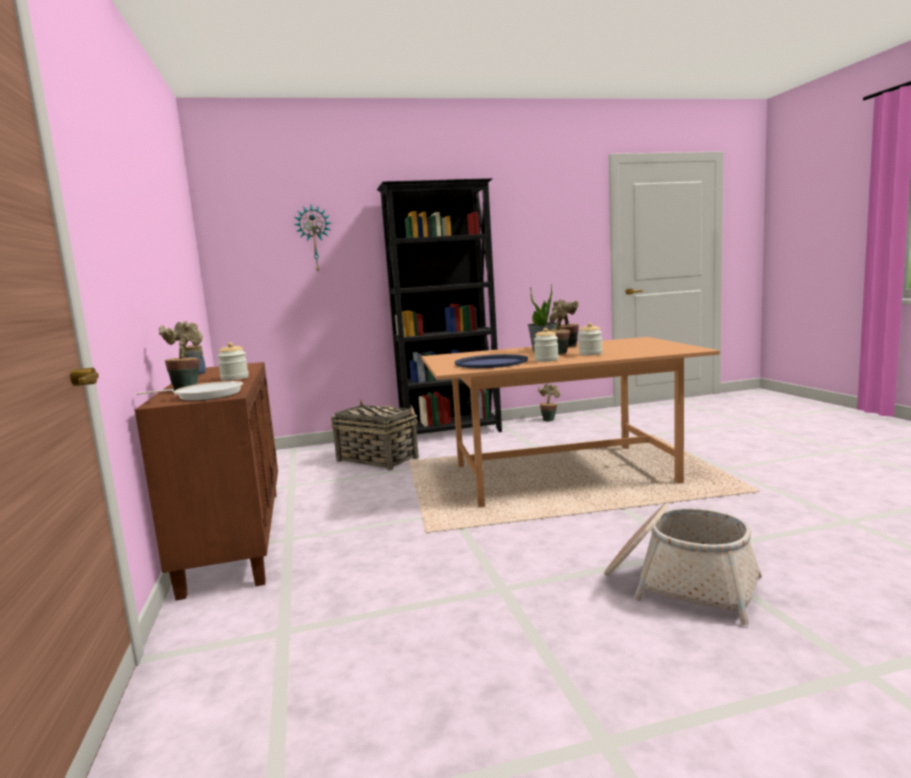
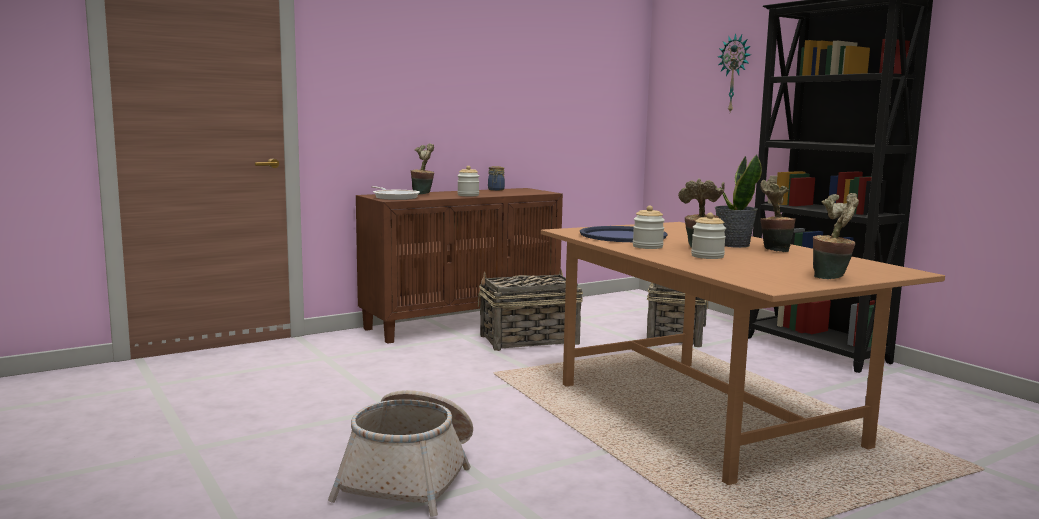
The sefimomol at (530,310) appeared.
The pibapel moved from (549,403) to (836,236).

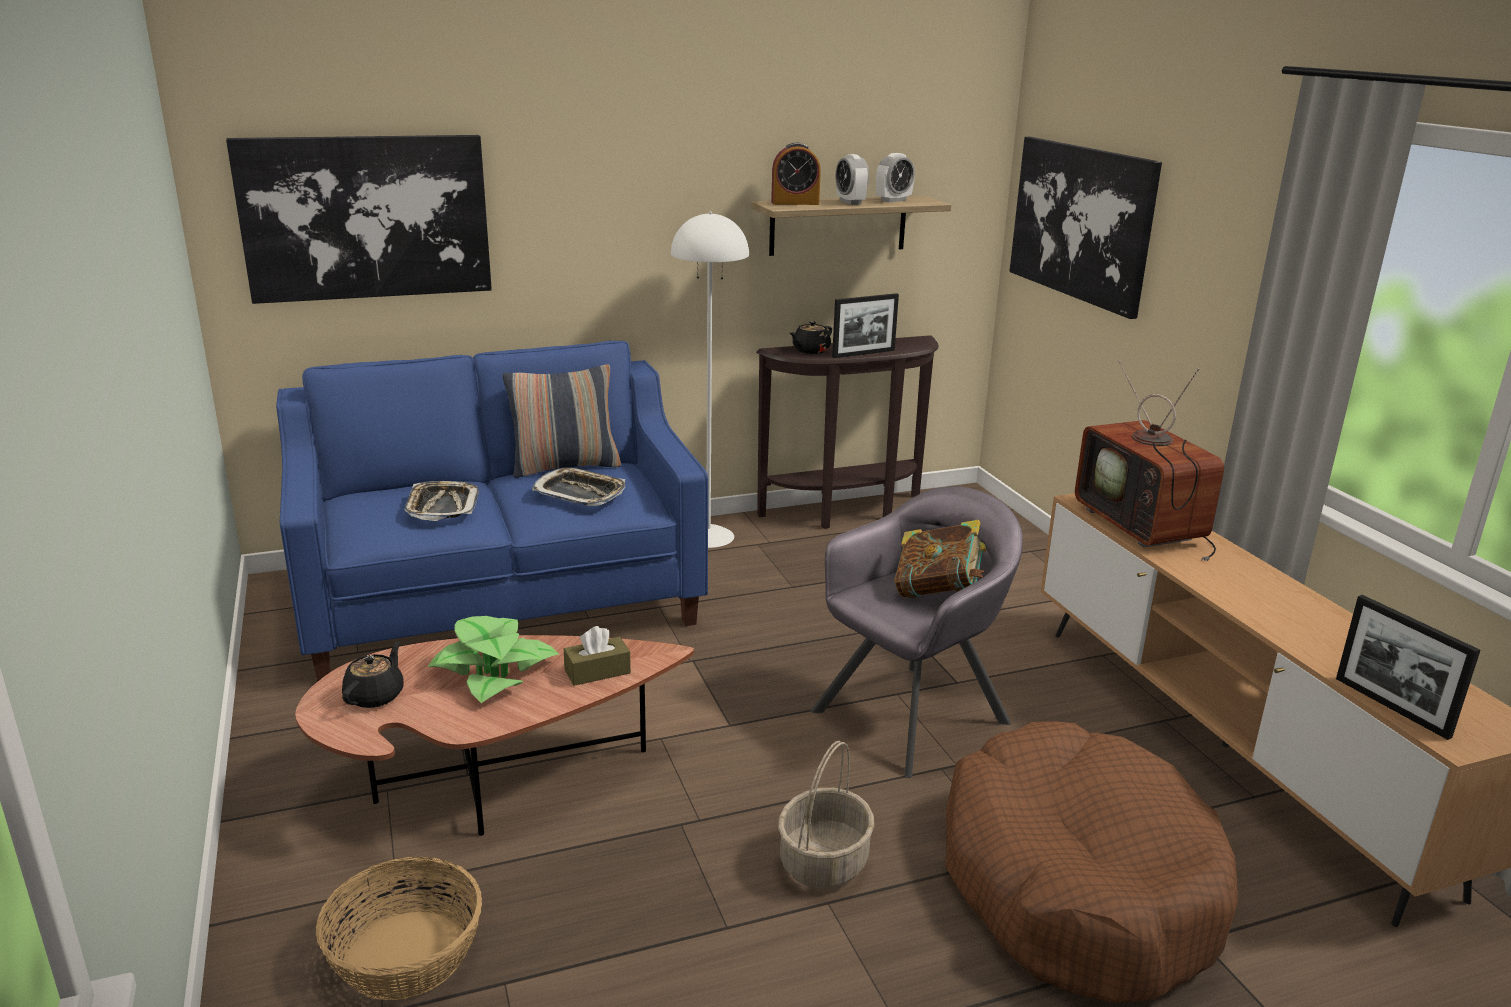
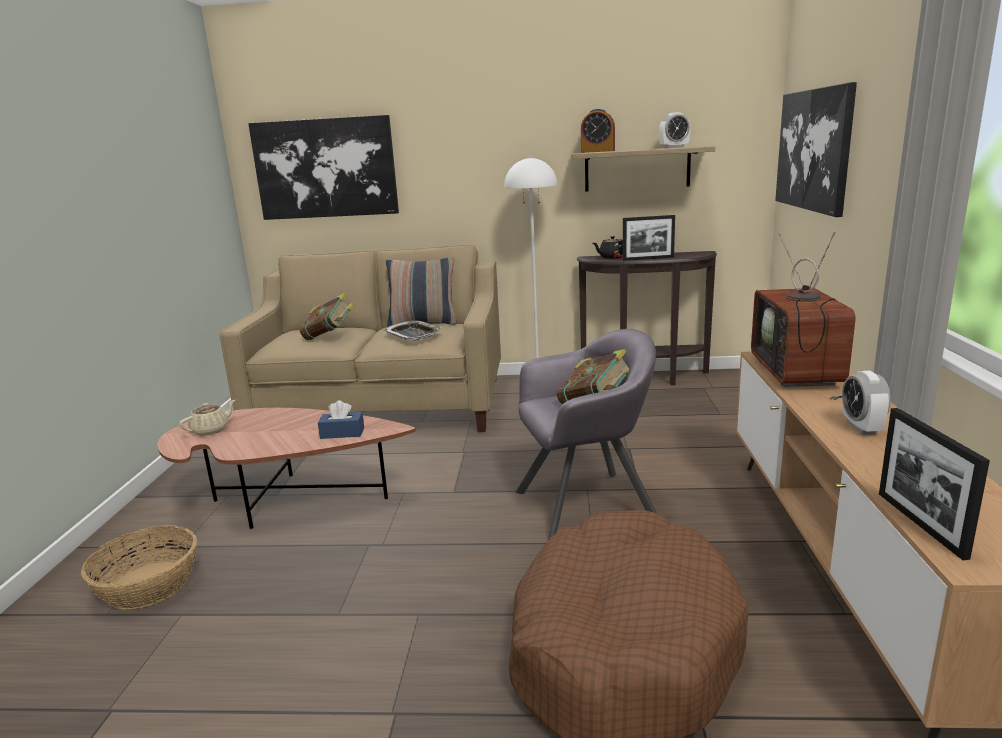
The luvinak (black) at (373,674) became the luvinak (beige) at (207,418).
The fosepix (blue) at (492,511) became the fosepix (beige) at (360,338).
The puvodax at (441,501) was replaced by the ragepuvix at (326,316).
The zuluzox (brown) at (597,656) became the zuluzox (blue) at (341,419).
The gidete moved from (852,179) to (866,403).
The pibapel at (493,659) disappeared.
The sefimomol at (826,814) disappeared.

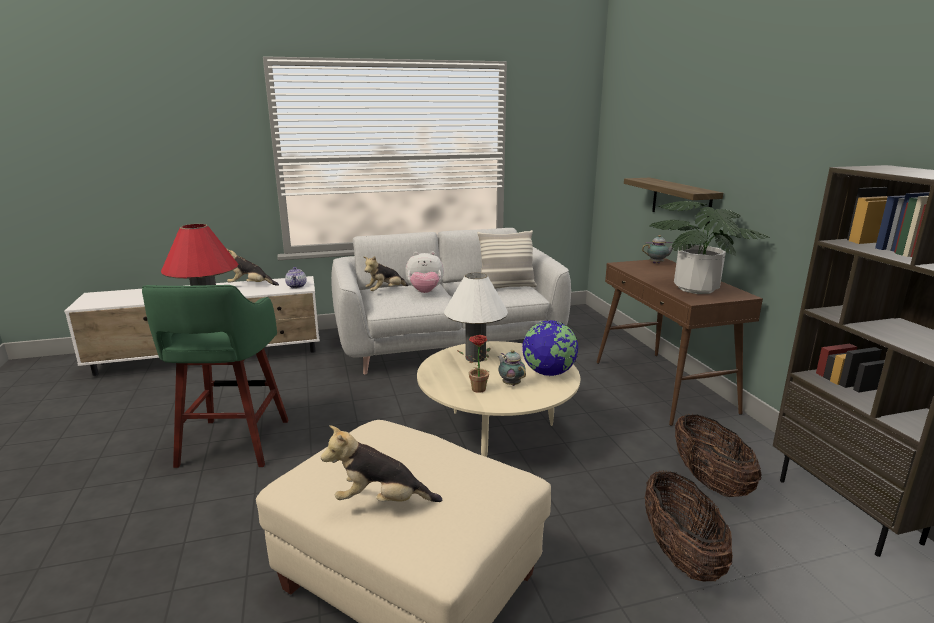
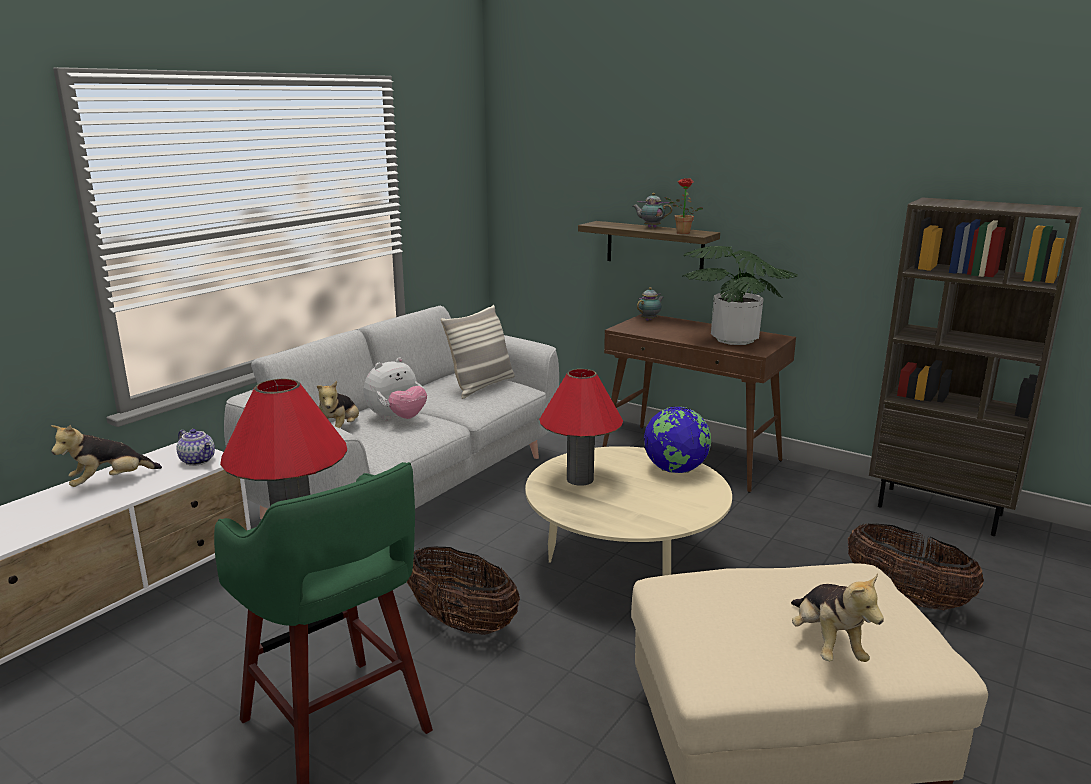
The sefimomol moved from (718,455) to (463,590).
The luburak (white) at (476,317) became the luburak (red) at (581,427).
The luvinak moved from (512,368) to (652,210).
The pibapel moved from (474,364) to (684,206).
The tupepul at (381,463) turned 60 degrees counterclockwise.

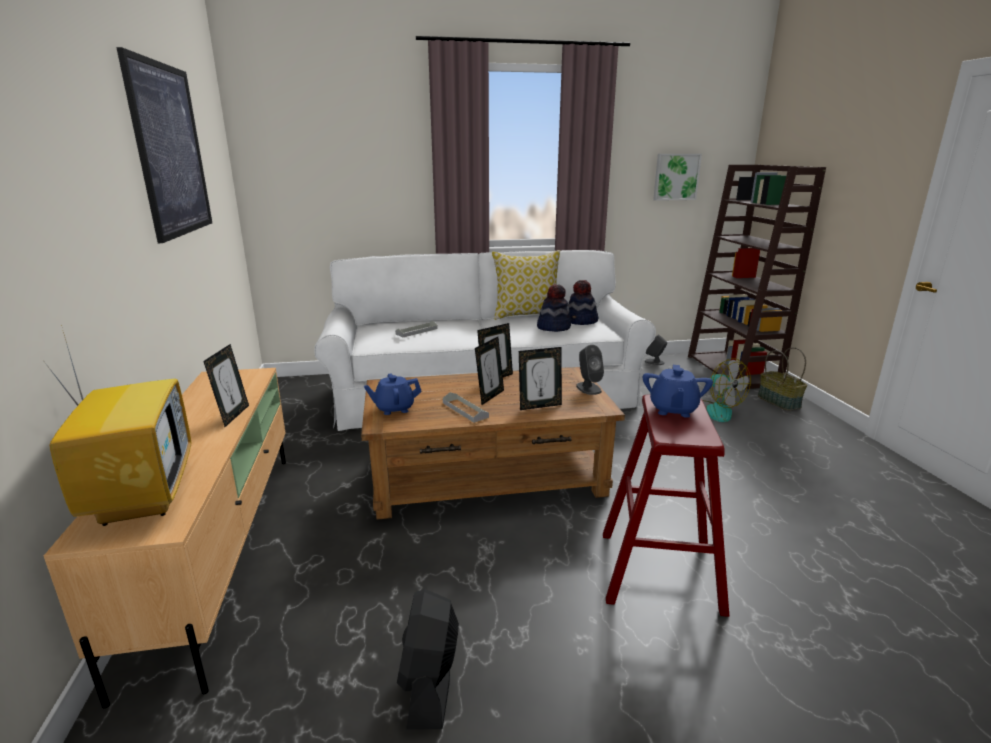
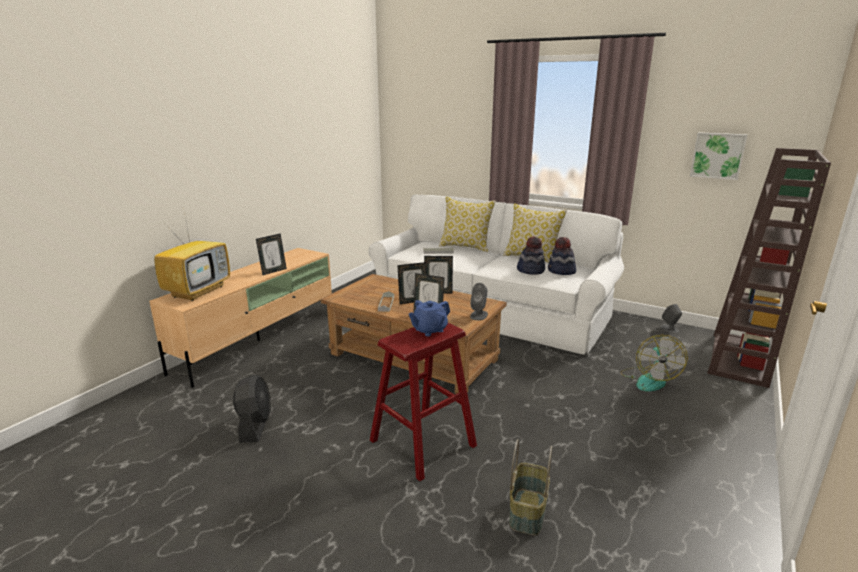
The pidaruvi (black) at (428,659) turned 135 degrees clockwise.
The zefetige at (467,224) appeared.
The sefimomol moved from (782,379) to (530,487).
The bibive at (164,145) disappeared.
The luvinak (blue) at (393,394) disappeared.

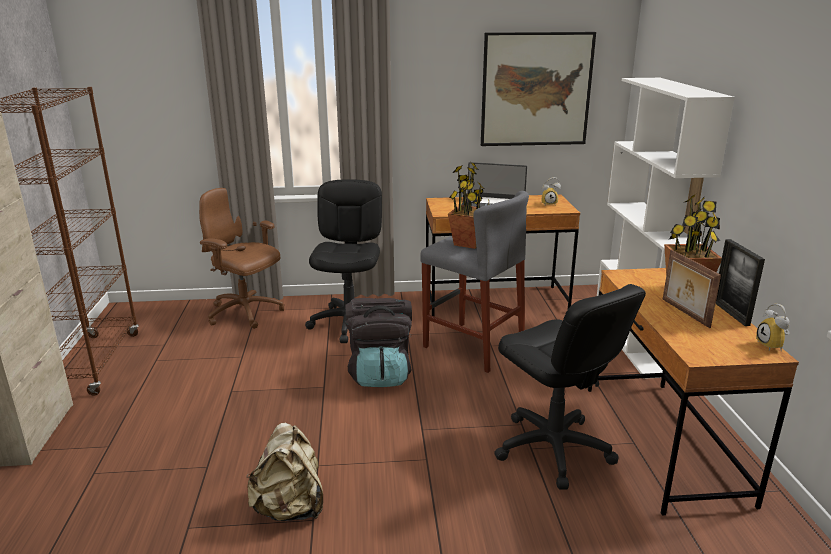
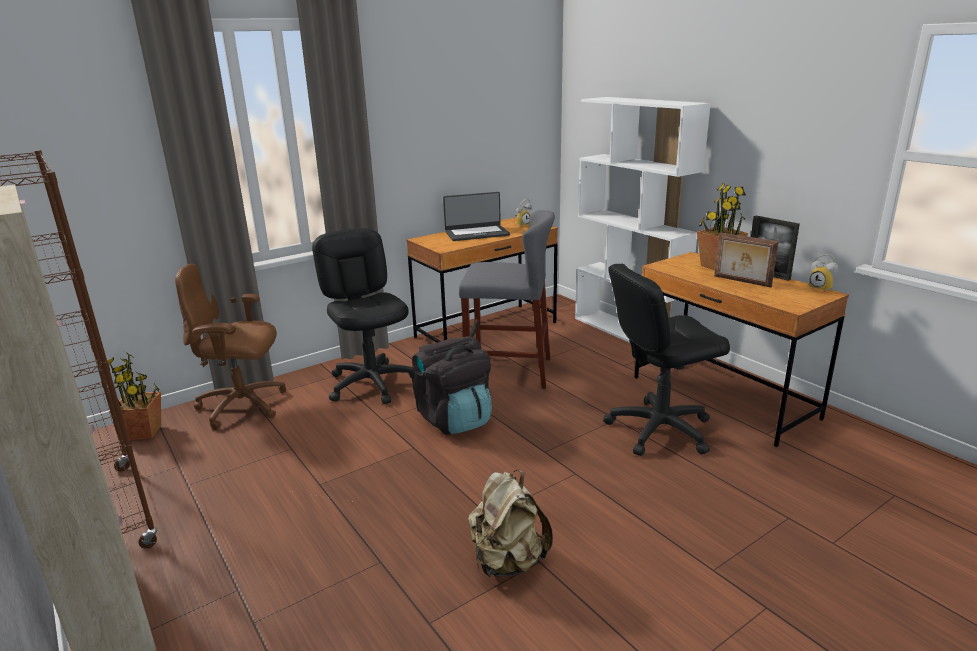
The pibapel moved from (469,205) to (134,396).
The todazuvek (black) at (570,387) turned 135 degrees clockwise.
The bibive at (538,89) disappeared.

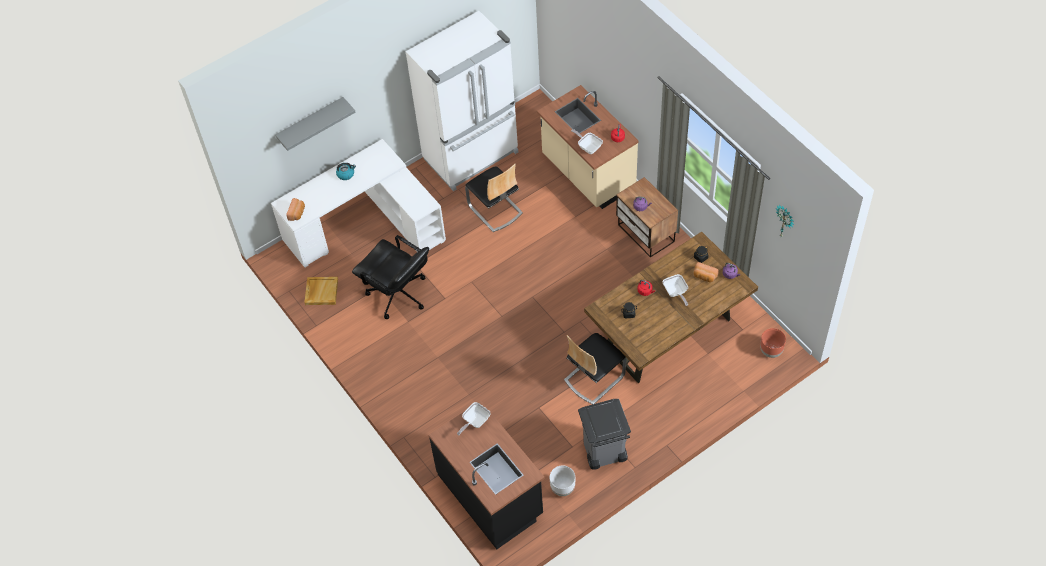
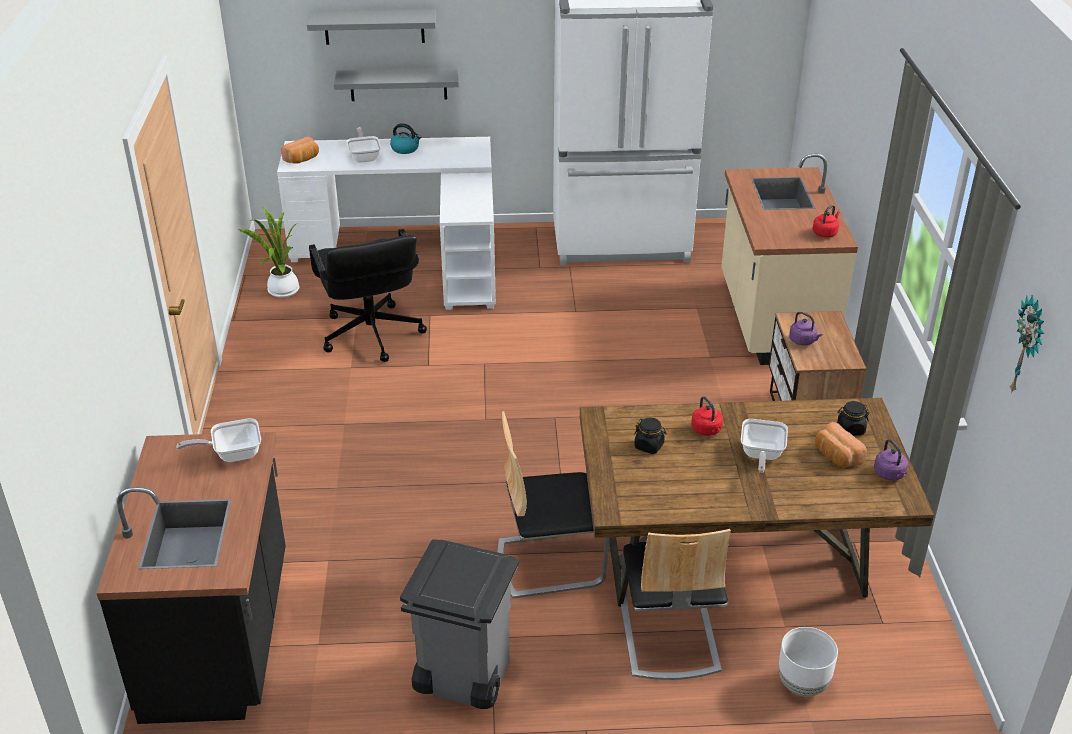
The puvodax (beige) at (321,291) was replaced by the pibapel at (269,252).
The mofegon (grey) at (396,84) appeared.
The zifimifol moved from (587,141) to (364,145).
The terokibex moved from (494,198) to (676,604).
The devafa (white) moved from (562,481) to (808,662).
The devafa (brown) at (773,343) disappeared.

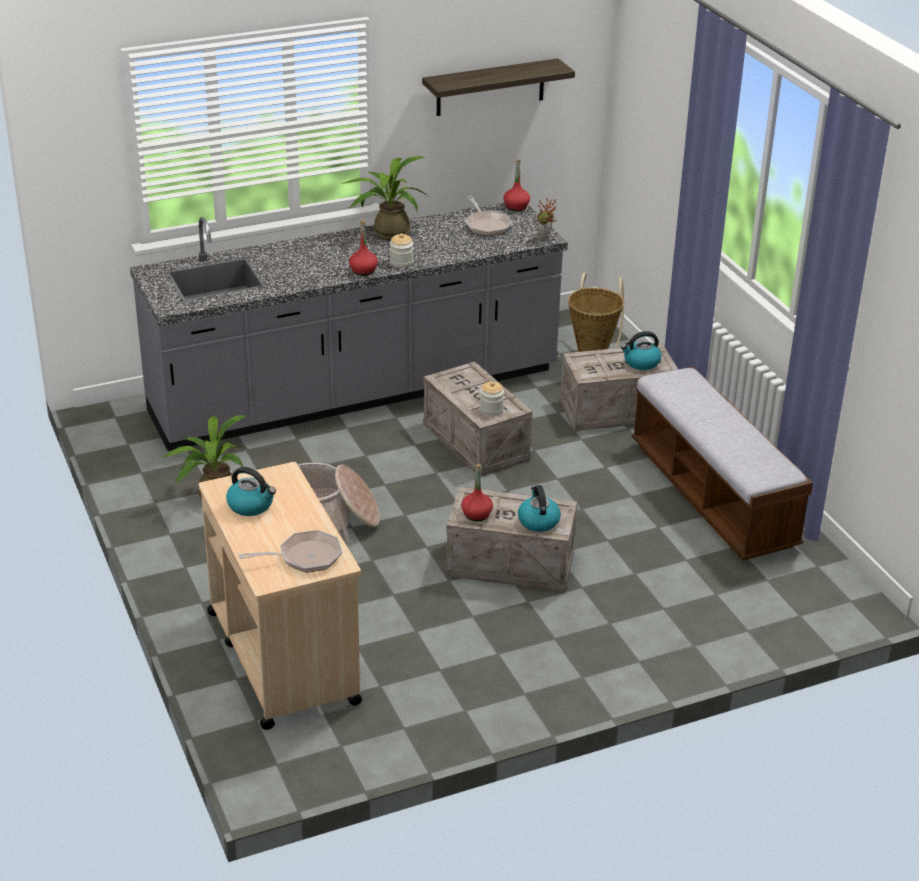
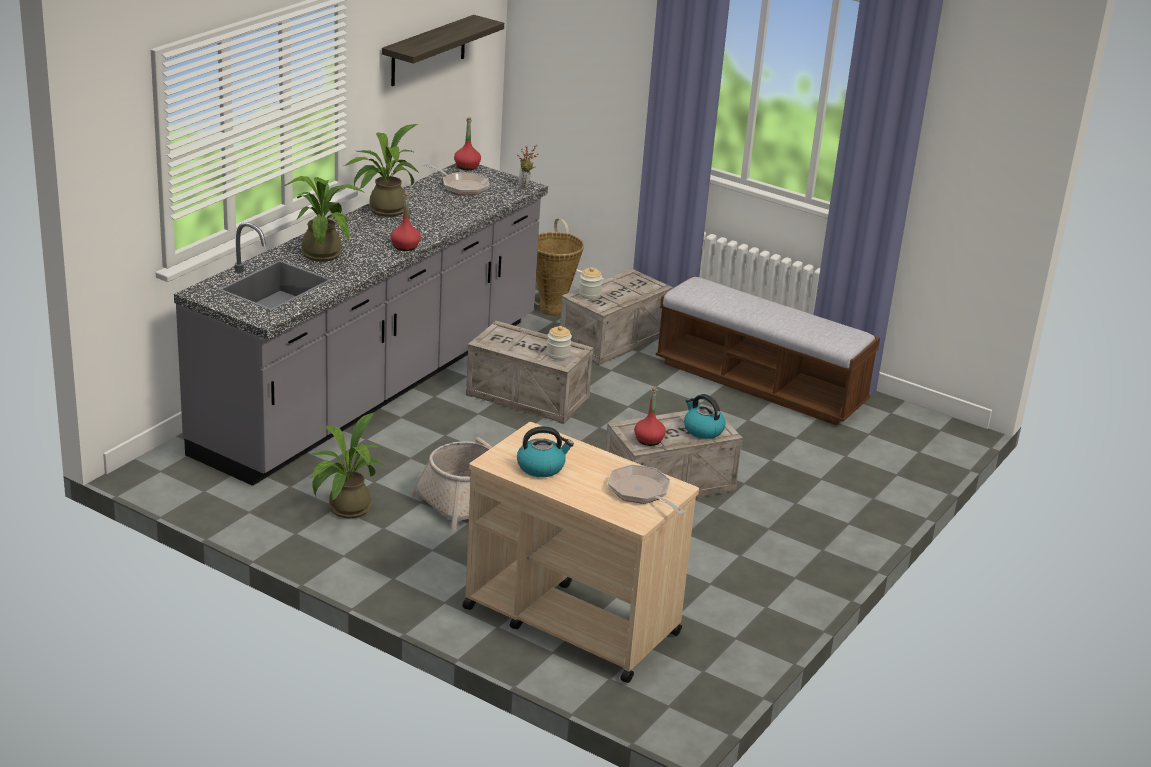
The pibapel at (323,219) appeared.
The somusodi moved from (401,250) to (590,283).
The zifimifol at (290,551) turned 75 degrees counterclockwise.
The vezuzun at (641,350) disappeared.

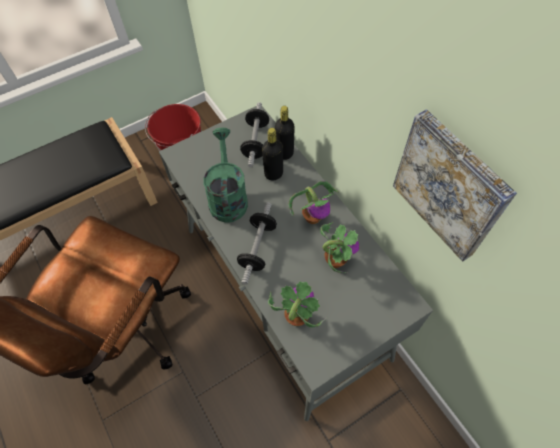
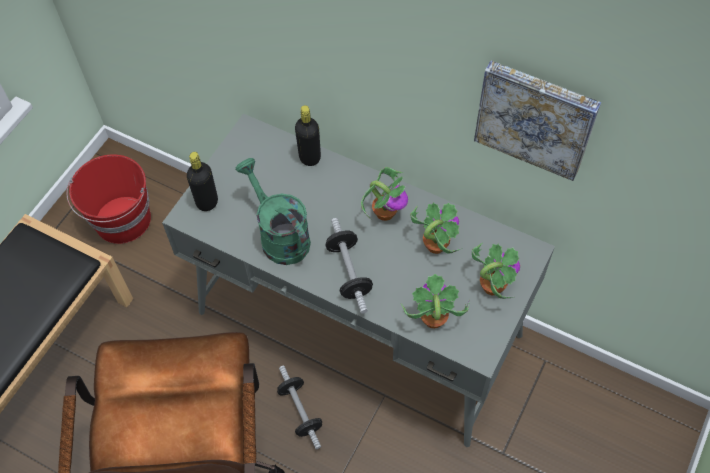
The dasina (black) moved from (272,154) to (202,181).
The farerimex moved from (254,134) to (299,407).
The pibapel at (496,271) appeared.

